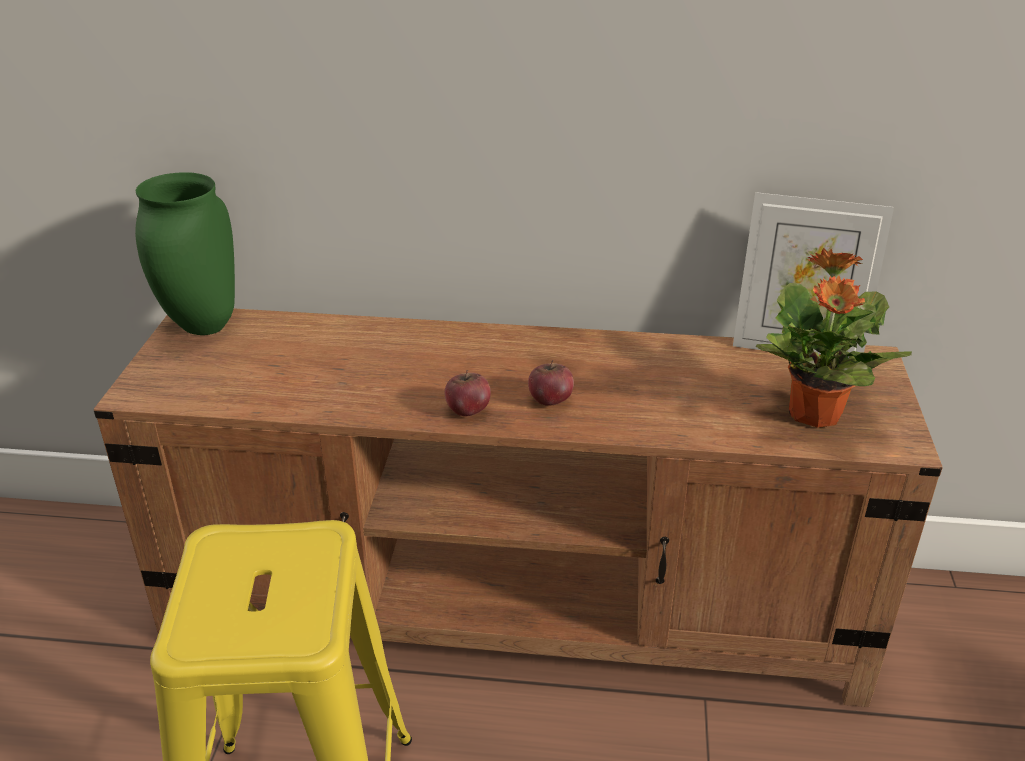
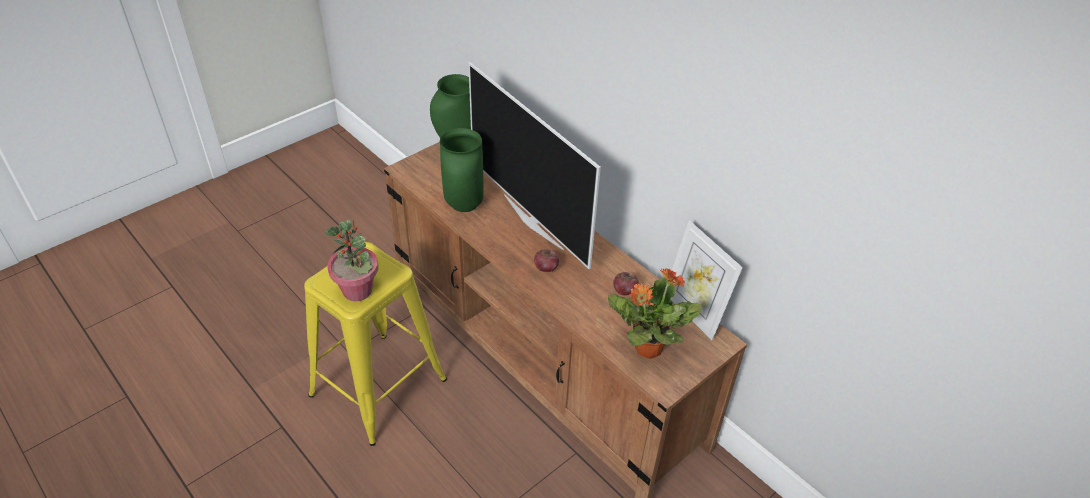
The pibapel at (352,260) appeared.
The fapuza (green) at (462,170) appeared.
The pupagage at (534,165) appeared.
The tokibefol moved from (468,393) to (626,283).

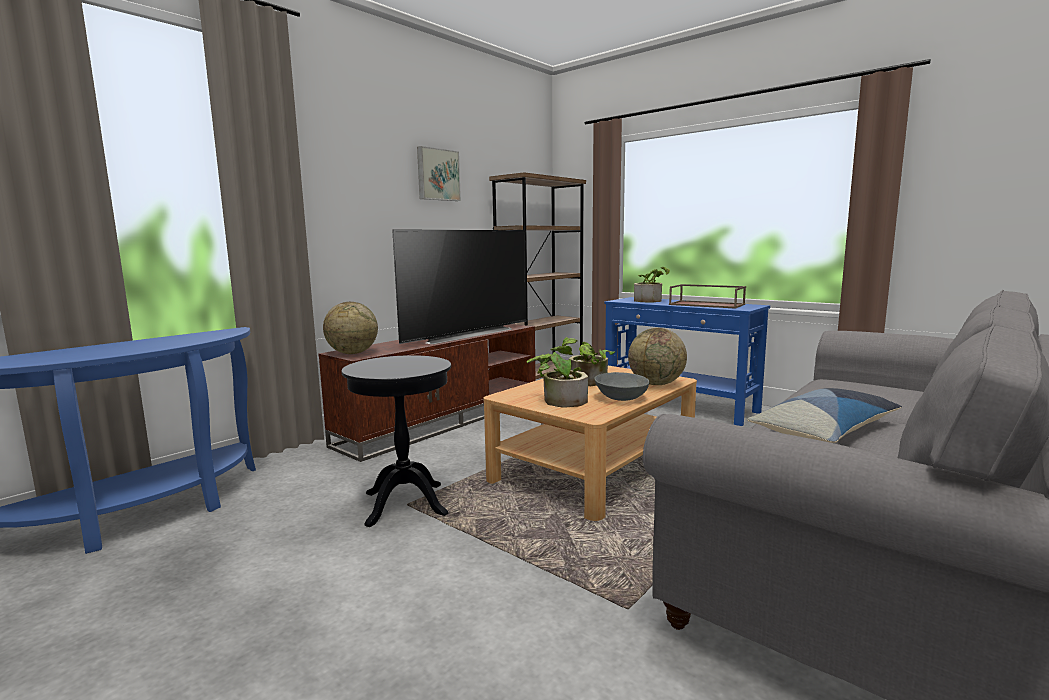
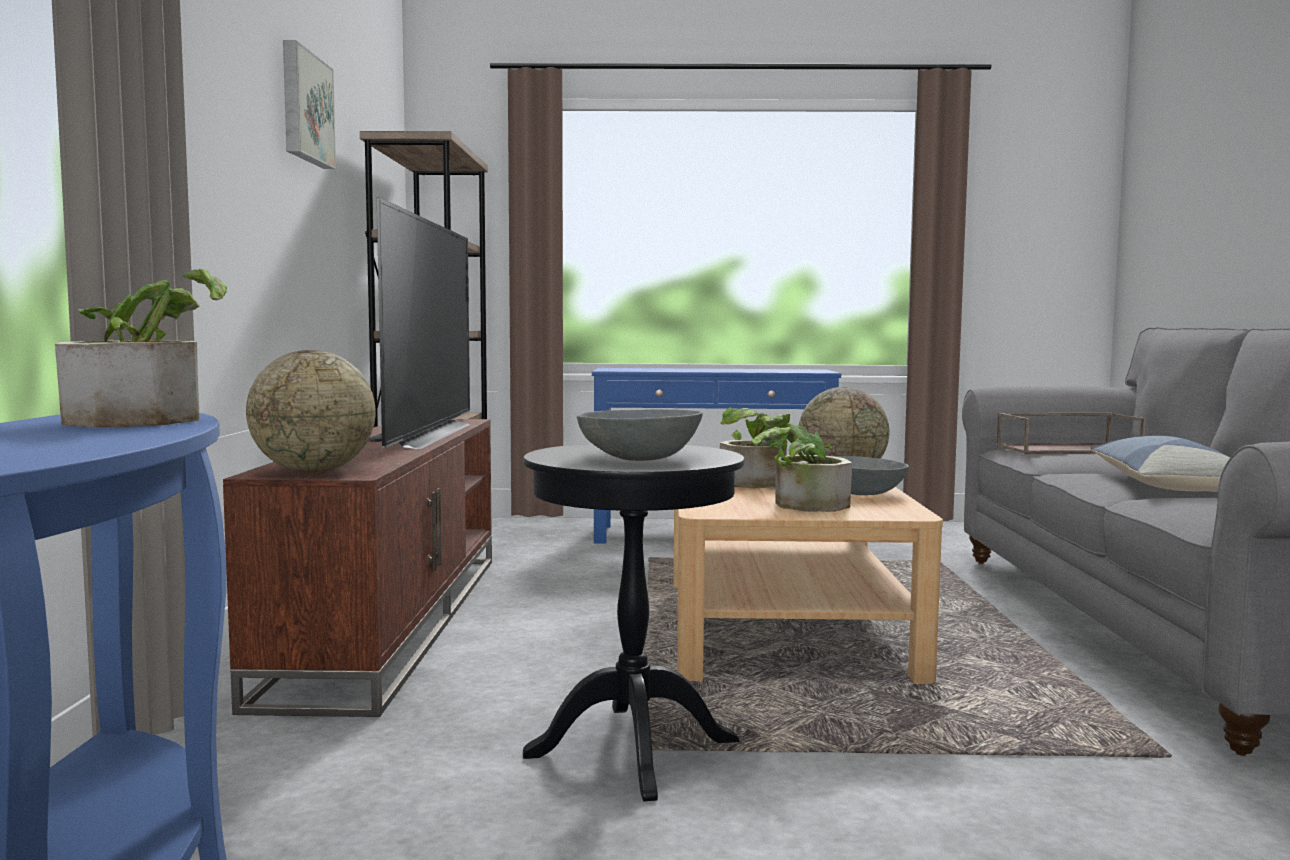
The pibapel moved from (652,284) to (141,348).
The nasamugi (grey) at (640,435) appeared.
The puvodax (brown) moved from (707,296) to (1071,433).

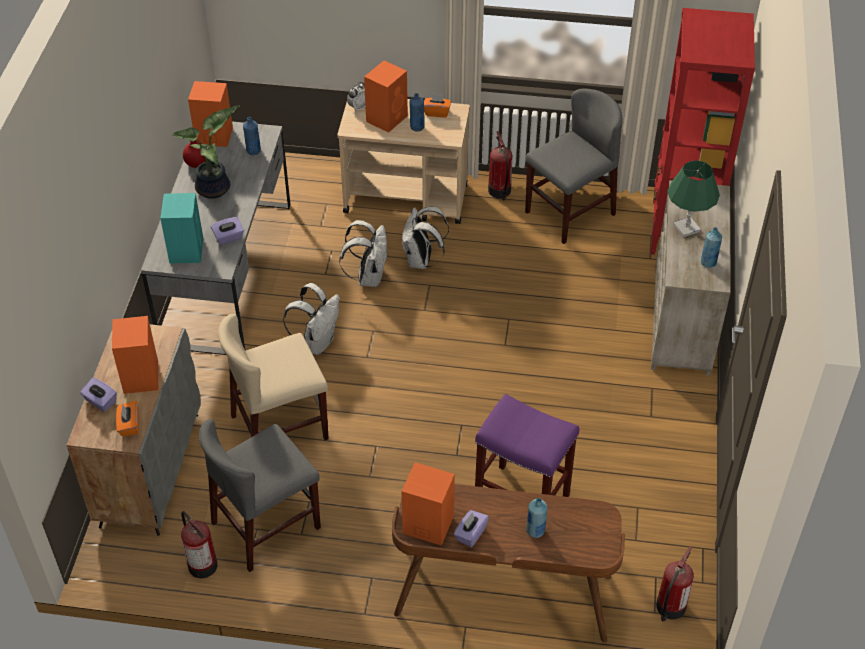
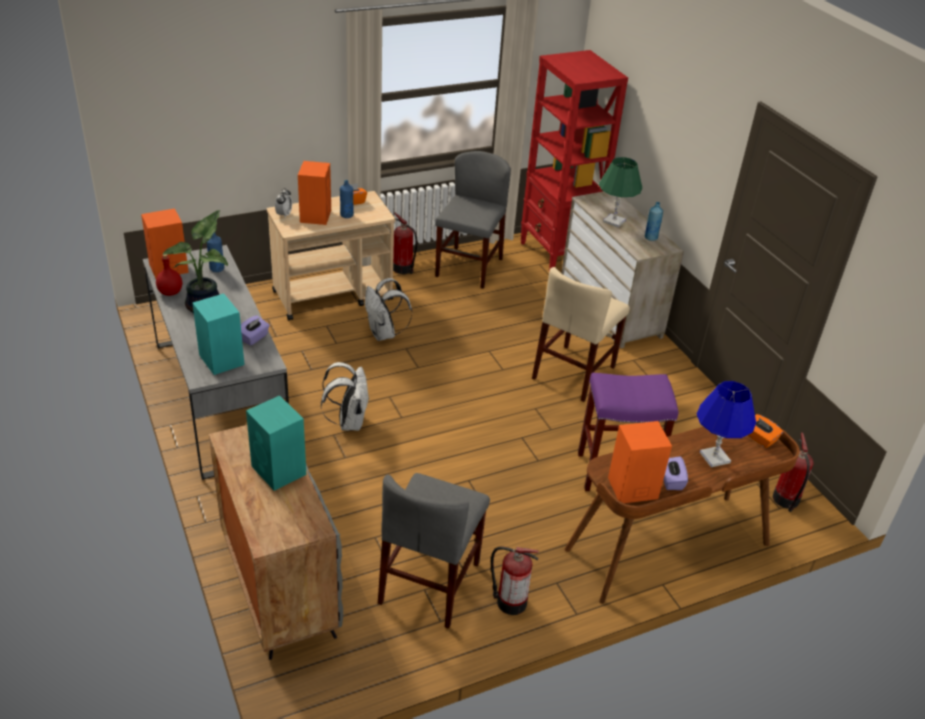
The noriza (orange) at (135,355) became the noriza (turquoise) at (276,443).
The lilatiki moved from (199,544) to (515,581).
The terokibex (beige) moved from (273,377) to (581,334).
The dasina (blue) at (536,518) was replaced by the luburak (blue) at (726,424).
The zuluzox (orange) moved from (127,418) to (765,431).
The zuluzox (purple) at (98,394) disappeared.
The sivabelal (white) at (363,253) disappeared.

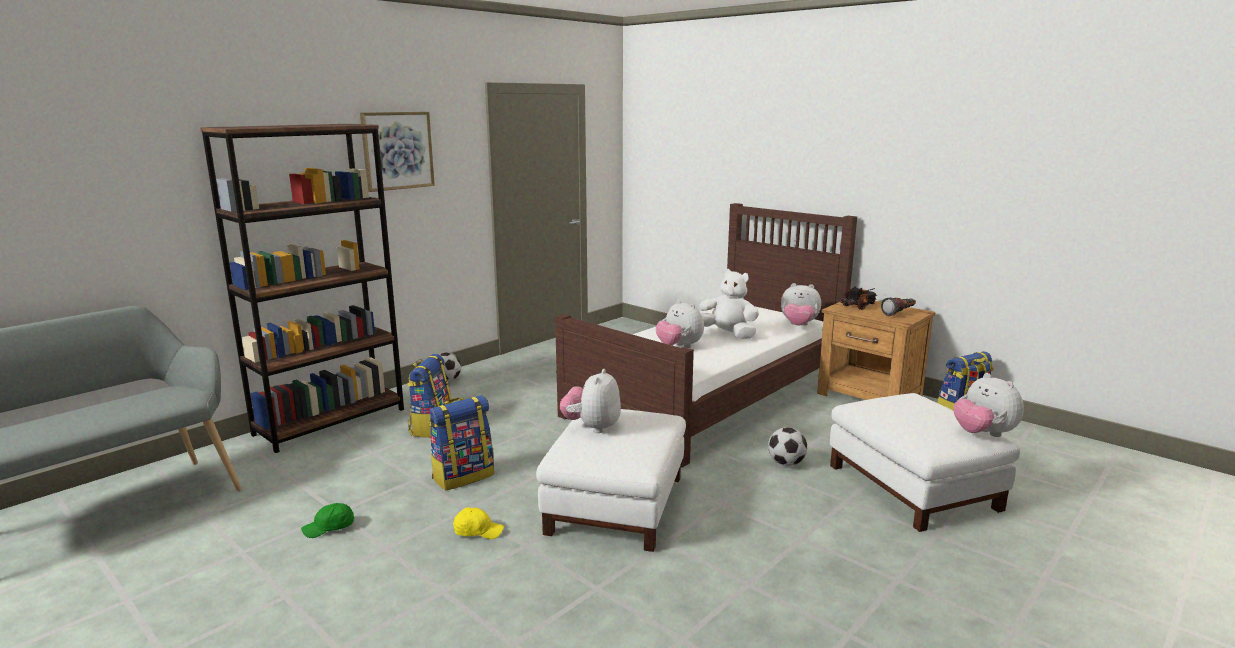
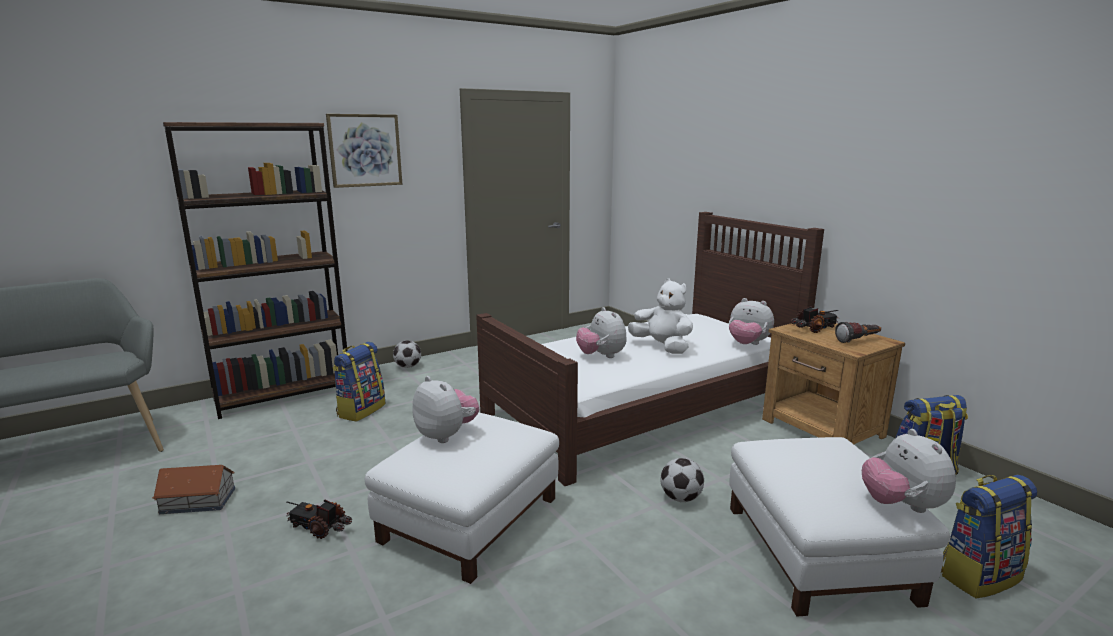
The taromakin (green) at (327,520) was replaced by the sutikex at (193,489).
The taromakin (yellow) at (478,523) was replaced by the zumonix at (319,519).
The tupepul at (590,401) turned 105 degrees clockwise.
The sivabelal moved from (461,442) to (989,536).

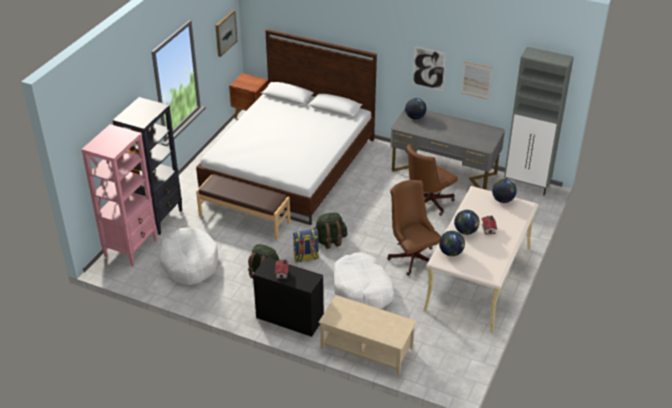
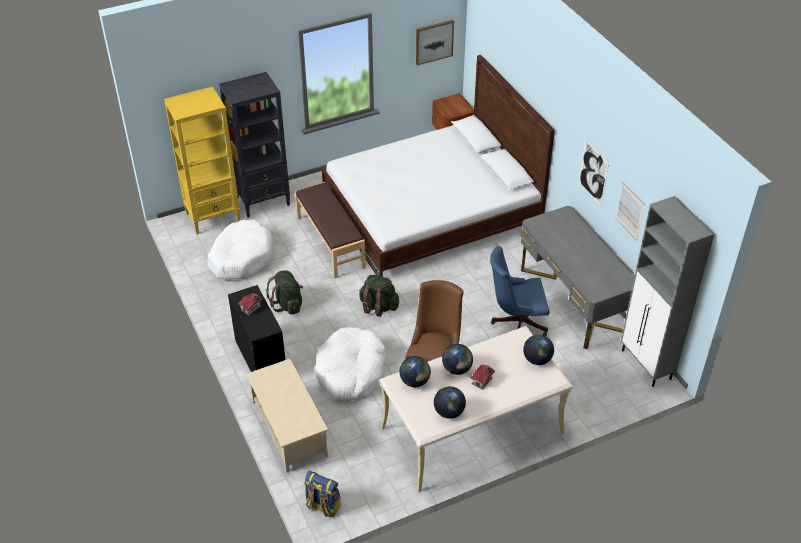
The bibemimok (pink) at (119,195) became the bibemimok (yellow) at (202,160).
The sivabelal moved from (306,246) to (322,494).
The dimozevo moved from (415,108) to (450,402).
The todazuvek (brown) at (432,180) became the todazuvek (blue) at (520,291).

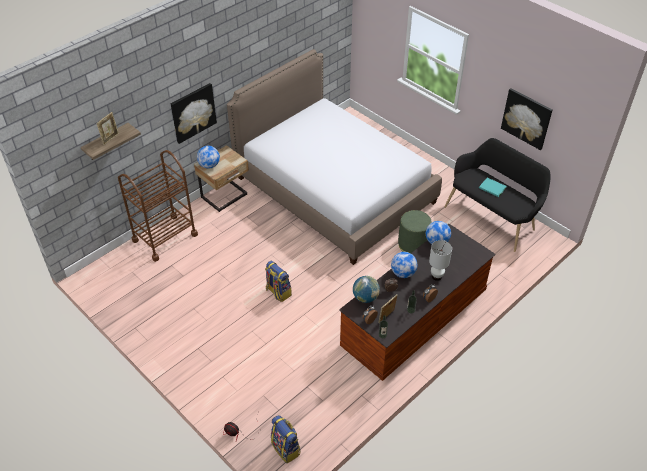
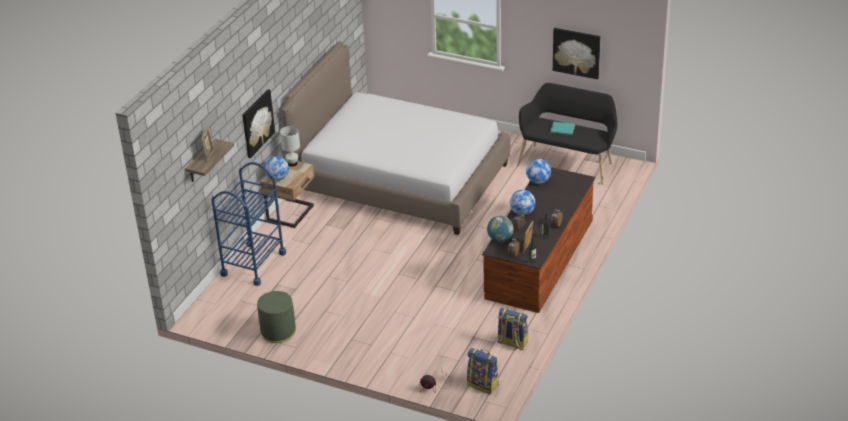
The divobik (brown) at (158,206) became the divobik (blue) at (248,224).
The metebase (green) moved from (415,231) to (276,317).
The luburak (white) moved from (440,260) to (290,146).
The sivabelal moved from (278,281) to (513,329).

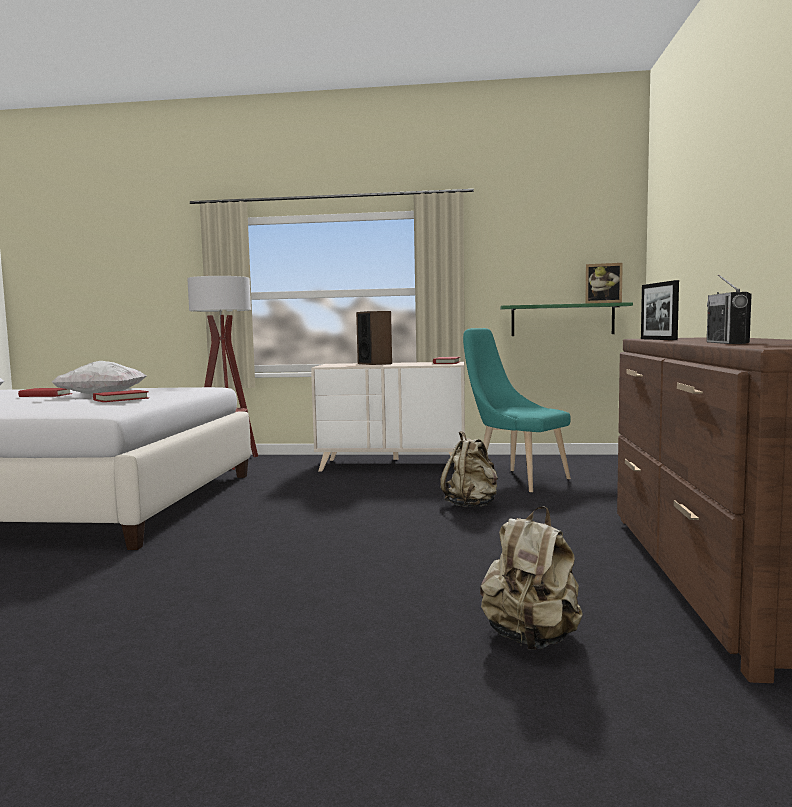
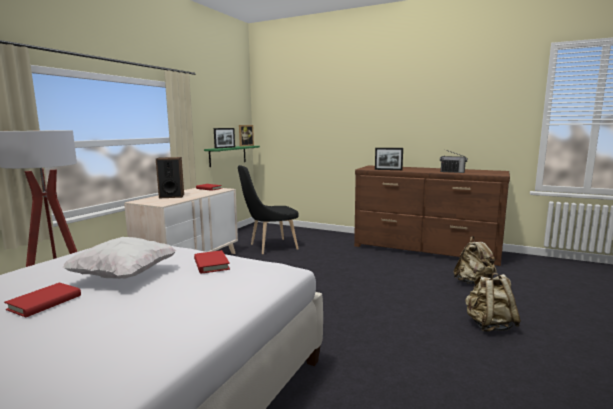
The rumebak at (224,138) appeared.
The terokibex (turquoise) at (517,410) became the terokibex (black) at (268,209).
The sivabelal (beige) moved from (469,469) to (493,302).

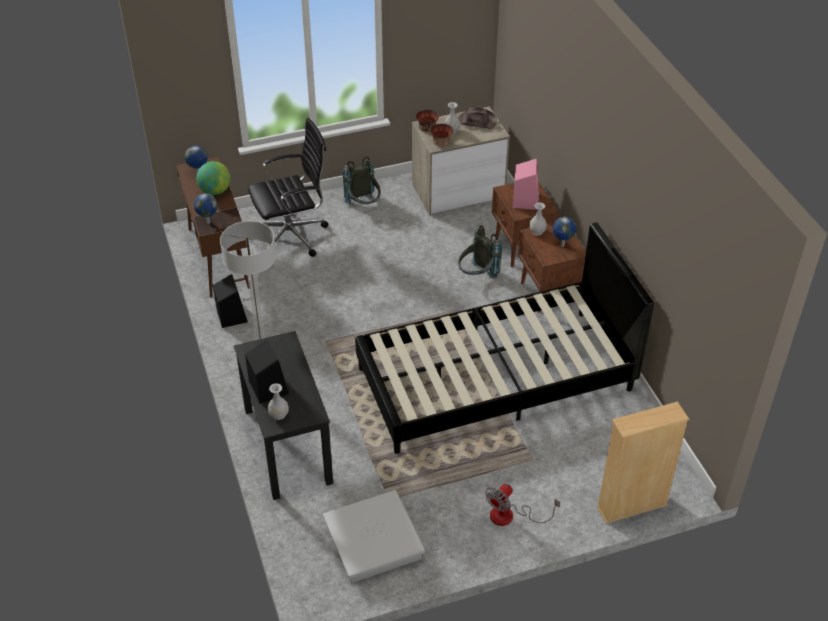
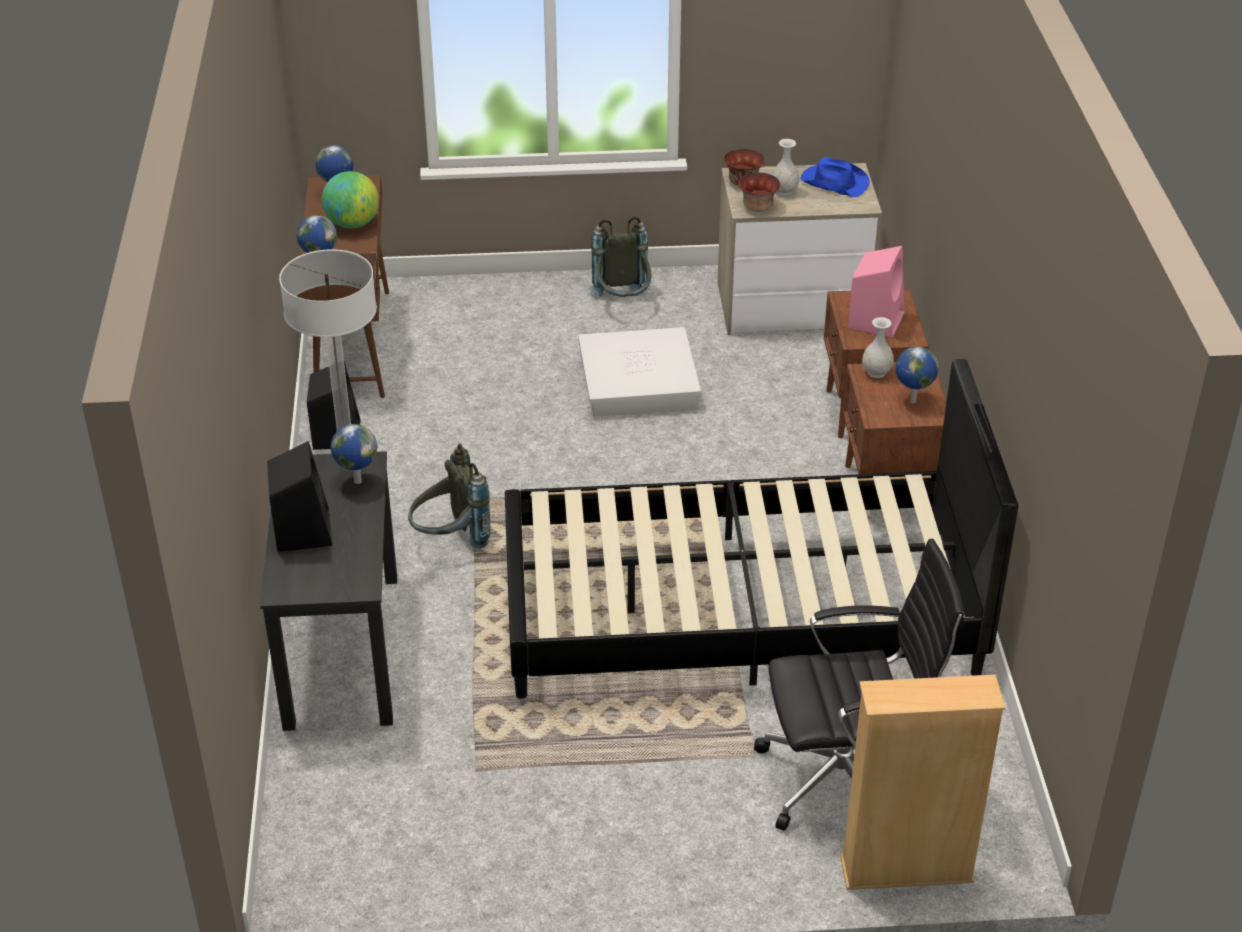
The dimozevo at (354,454) appeared.
The sivabelal (grey) moved from (480,251) to (449,496).
The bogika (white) moved from (374,536) to (639,372).
The todazuvek (black) moved from (288,187) to (859,685).
The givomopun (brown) at (477,118) became the givomopun (blue) at (835,177).
The fapuza (white) at (278,401) disappeared.
The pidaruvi at (522,505) disappeared.

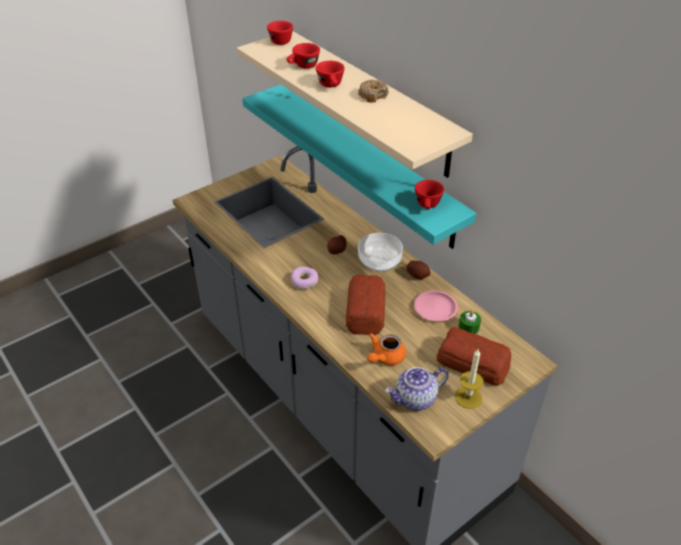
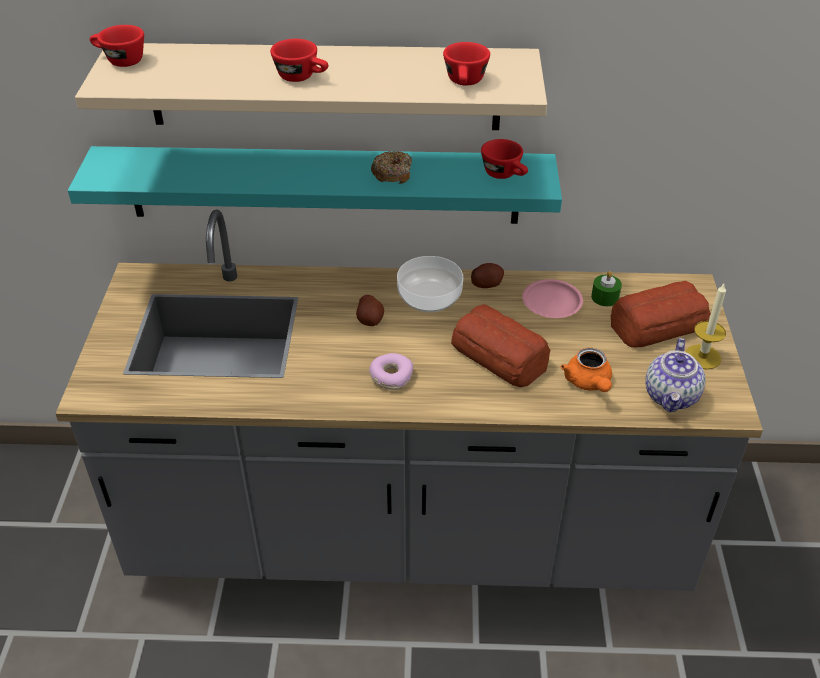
The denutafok moved from (373,91) to (391,167).
The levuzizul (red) moved from (303,56) to (466,63).

